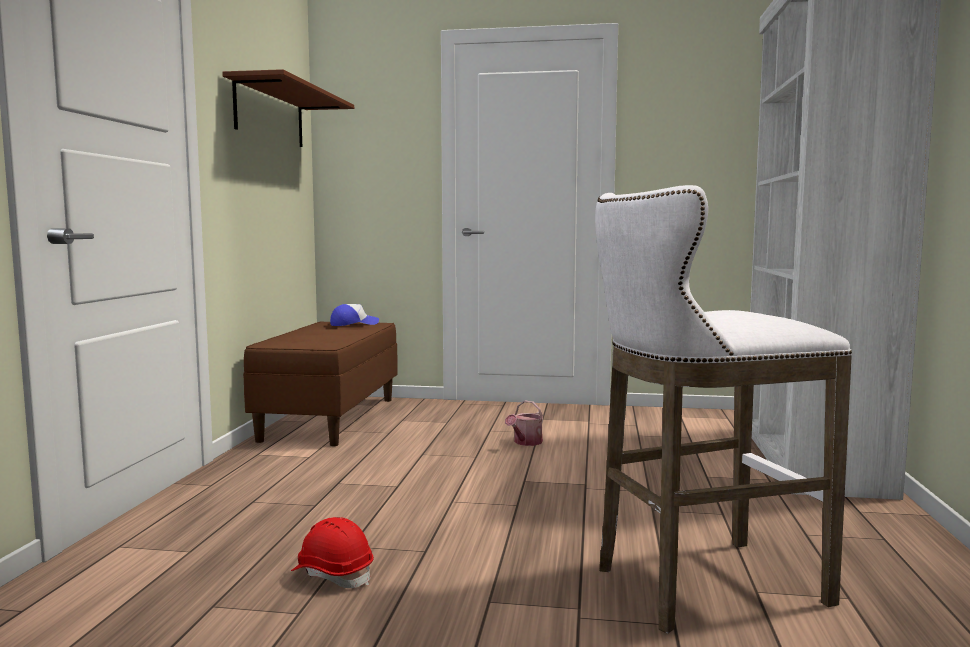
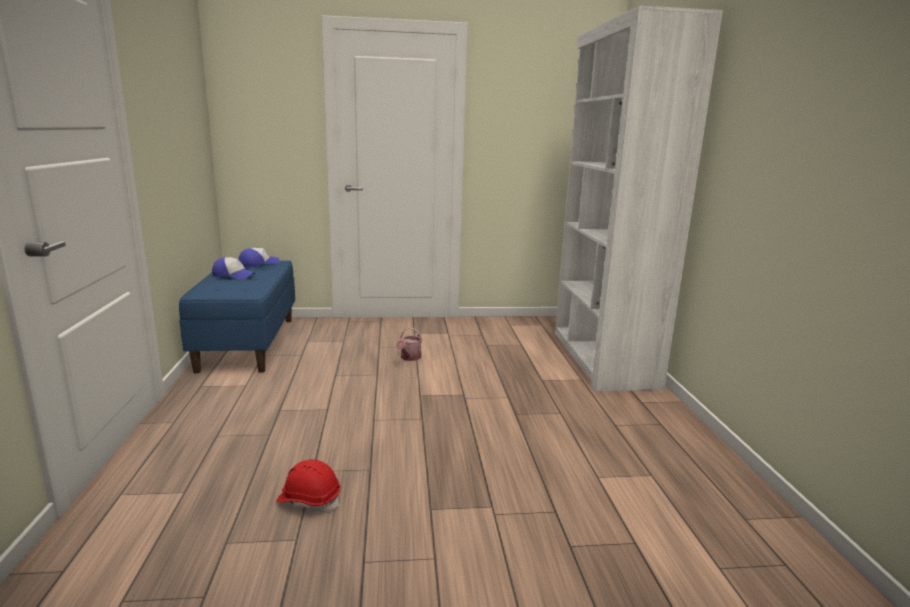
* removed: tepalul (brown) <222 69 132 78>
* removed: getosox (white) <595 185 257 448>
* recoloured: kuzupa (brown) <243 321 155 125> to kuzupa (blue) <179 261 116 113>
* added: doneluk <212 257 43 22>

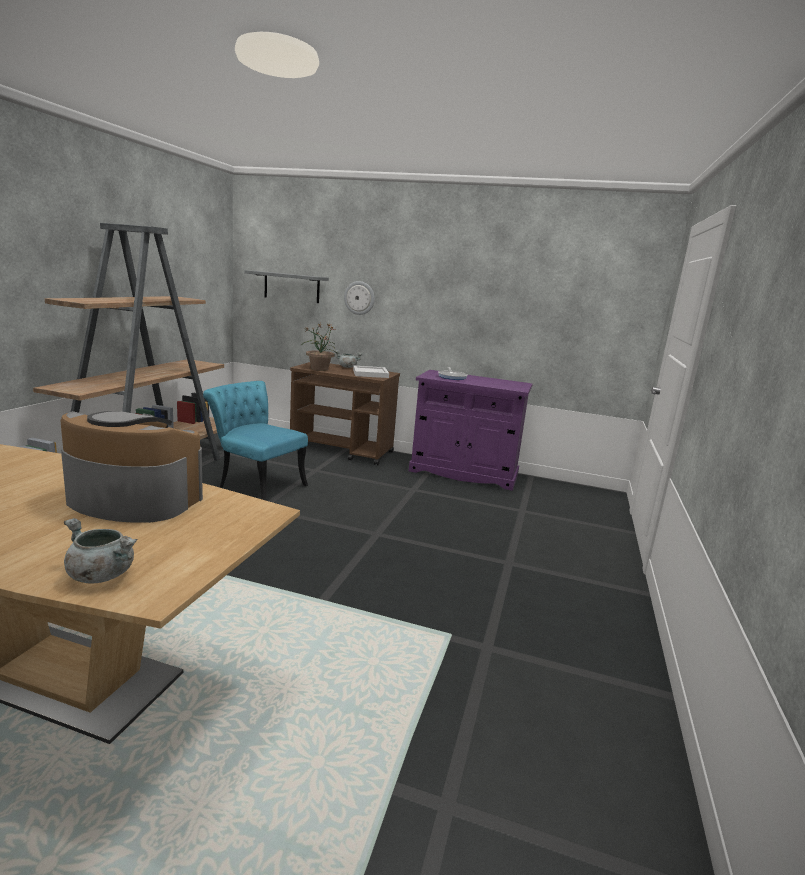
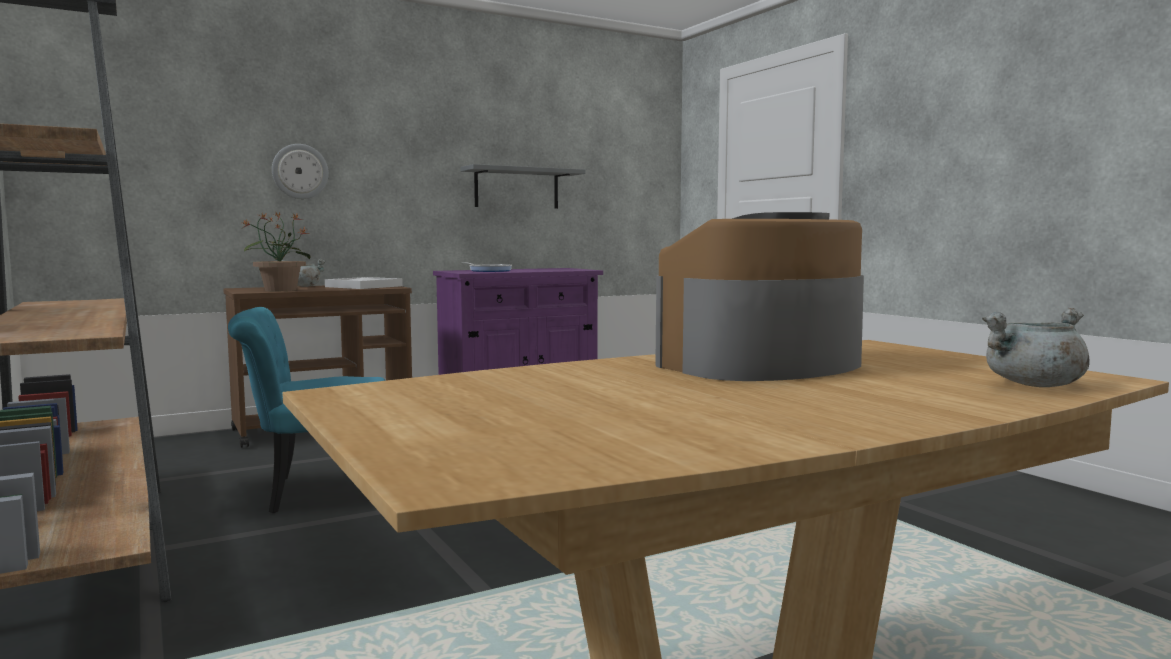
* moved: tepalul (grey) <244 270 85 33> to <460 164 125 45>

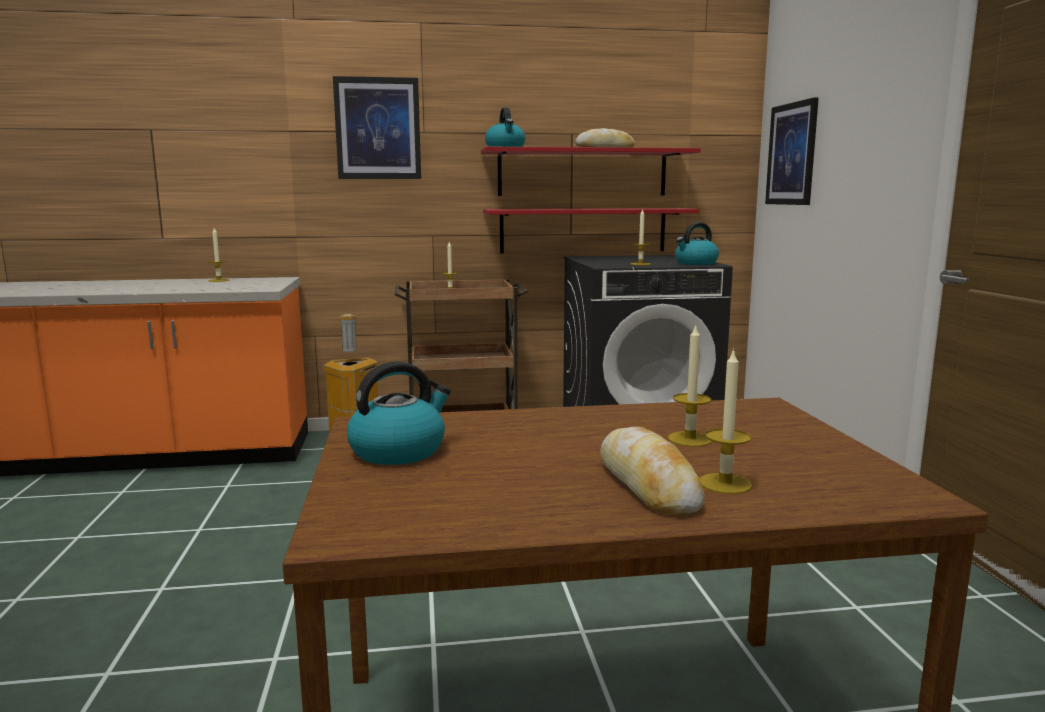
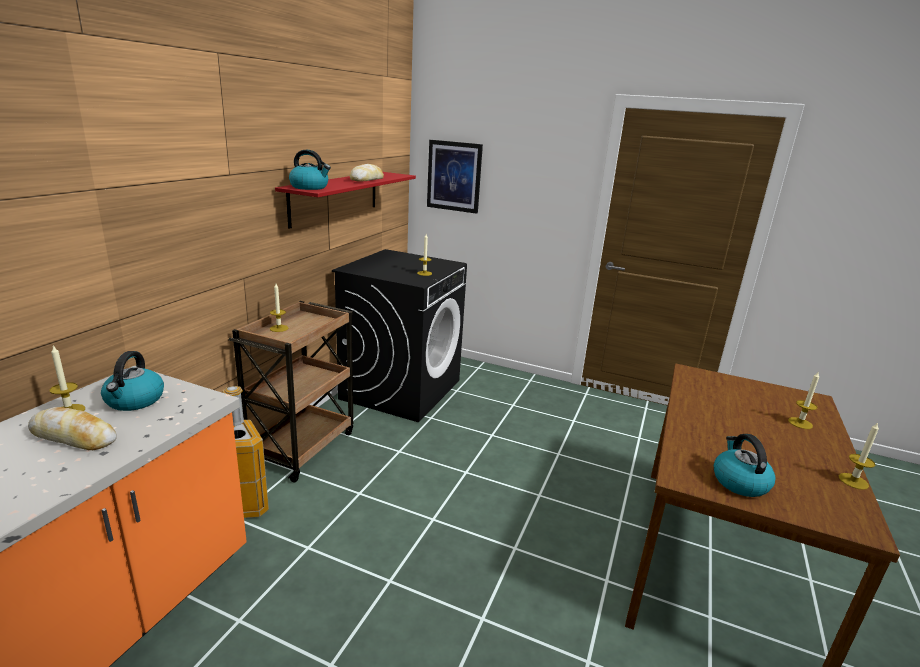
* removed: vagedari <333 76 88 103>
* removed: tepalul (red) <483 208 216 45>
* moved: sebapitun <675 222 44 43> to <101 351 63 60>
* moved: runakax <668 325 44 122> to <839 422 40 68>
* moved: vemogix <600 427 105 88> to <28 407 89 43>

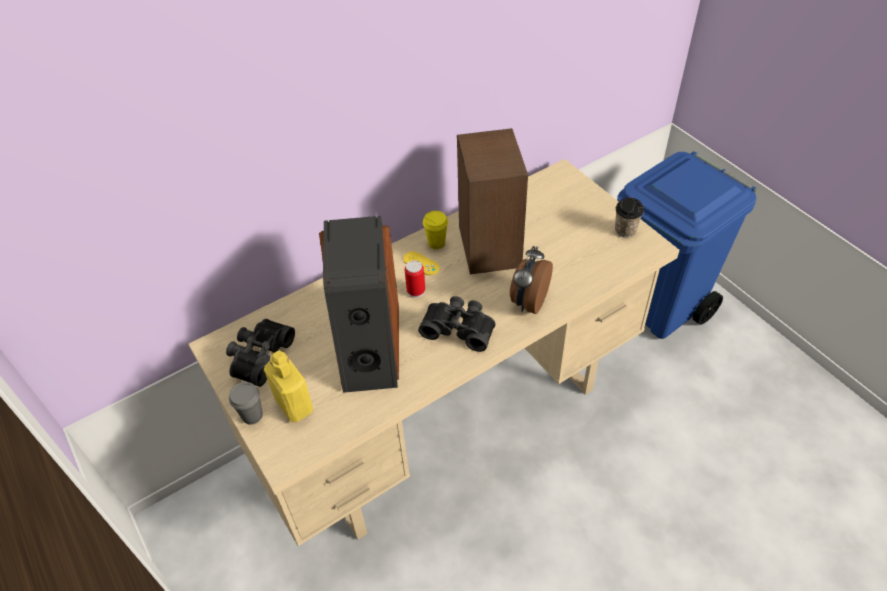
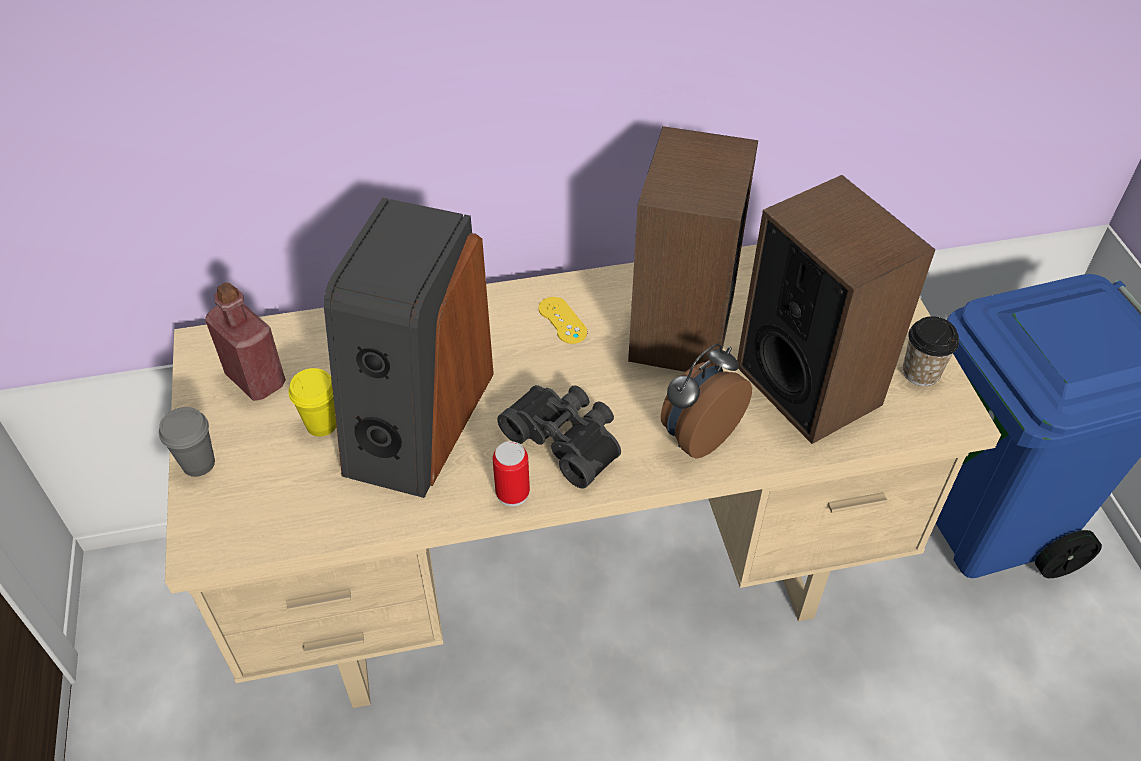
* moved: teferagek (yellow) <423 211 25 38> to <289 368 47 69>
* moved: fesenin <405 260 20 38> to <493 441 37 66>
* replaced: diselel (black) <226 319 69 68> to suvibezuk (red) <205 283 81 118>
* removed: suvibezuk (yellow) <264 351 49 71>
* added: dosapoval <737 175 199 269>

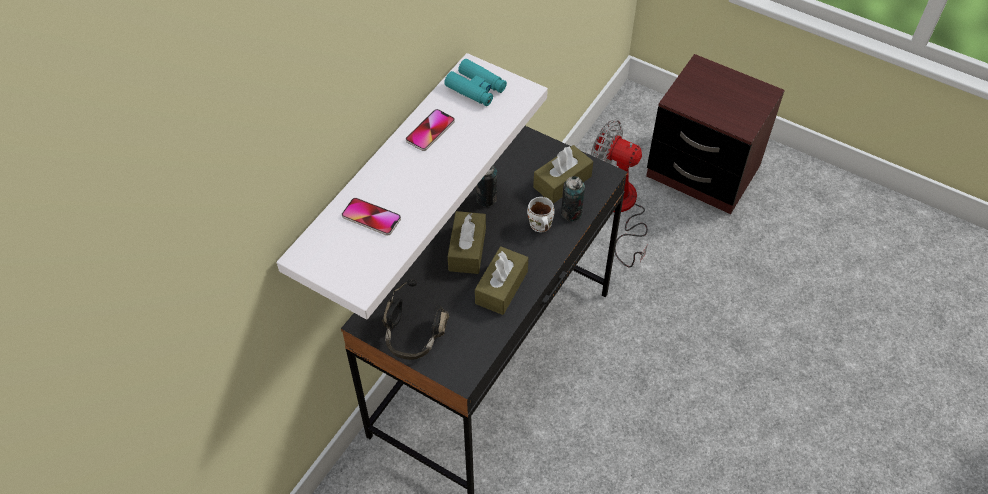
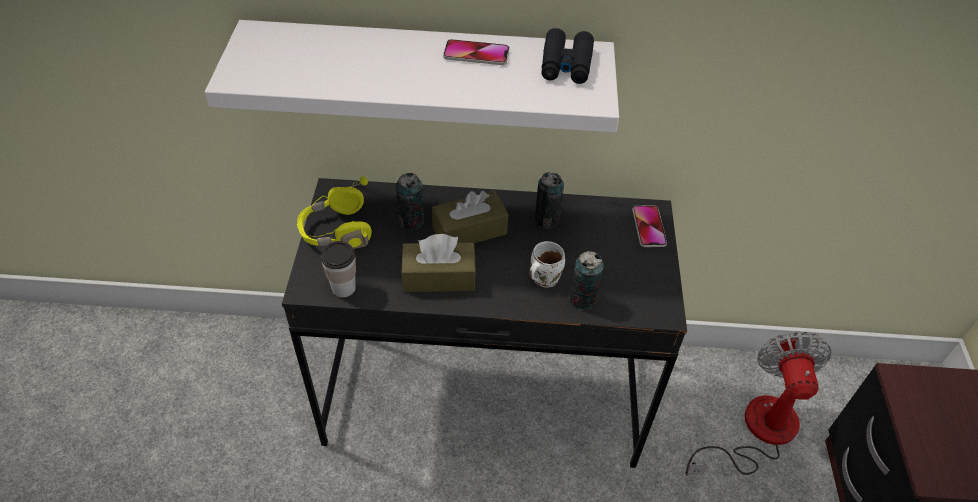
* recoloured: diselel (turquoise) <444 59 63 47> to diselel (black) <541 28 53 56>
* removed: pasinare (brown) <533 145 60 59>
* moved: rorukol <342 198 59 38> to <632 205 35 42>
* recoloured: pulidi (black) <382 280 67 80> to pulidi (yellow) <297 177 75 72>
* added: fesenin <396 173 28 57>
* added: teferagek <321 241 35 56>

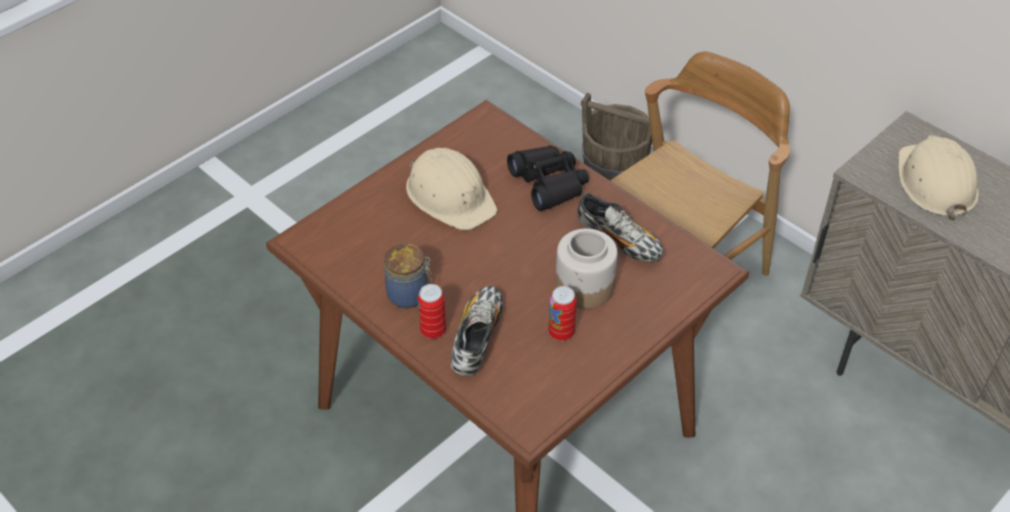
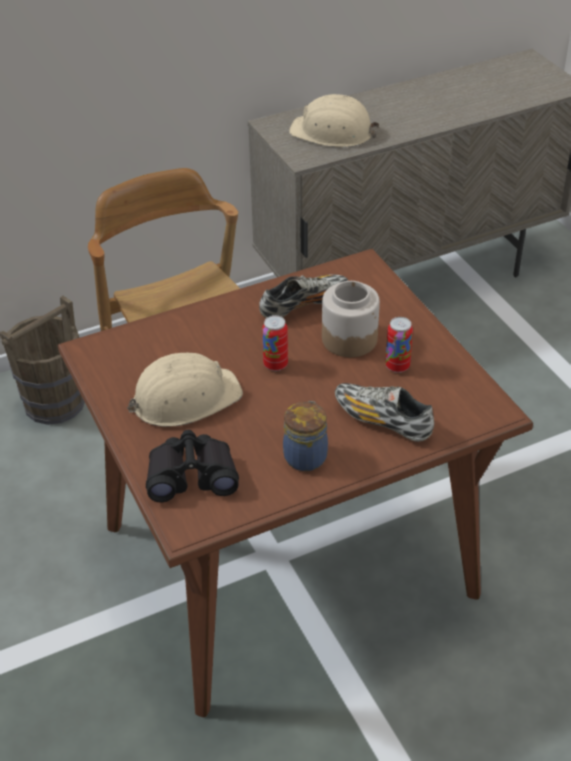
* moved: diselel (black) <507 145 82 66> to <146 430 93 72>
* moved: fesenin <418 284 28 55> to <262 315 26 56>

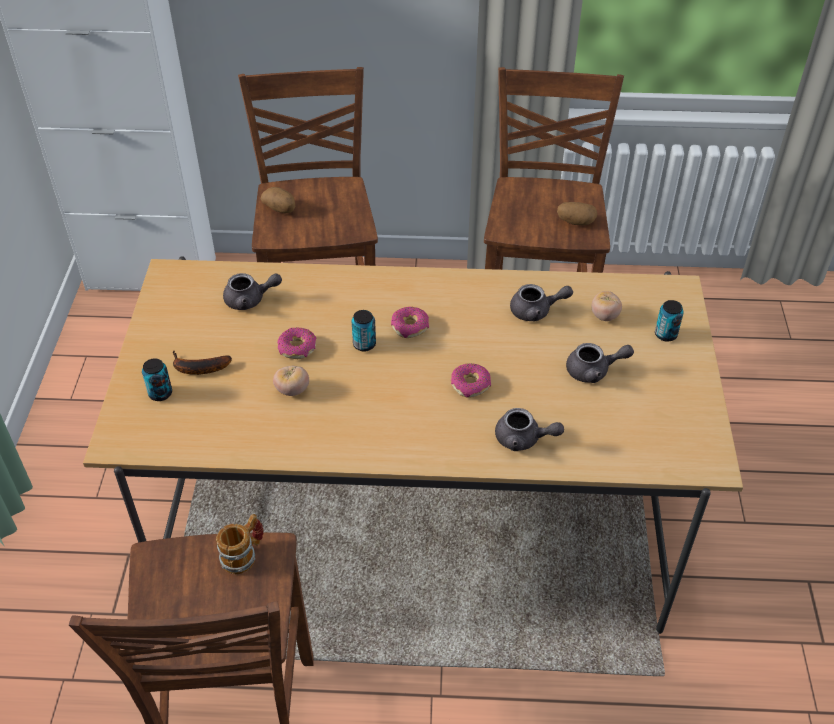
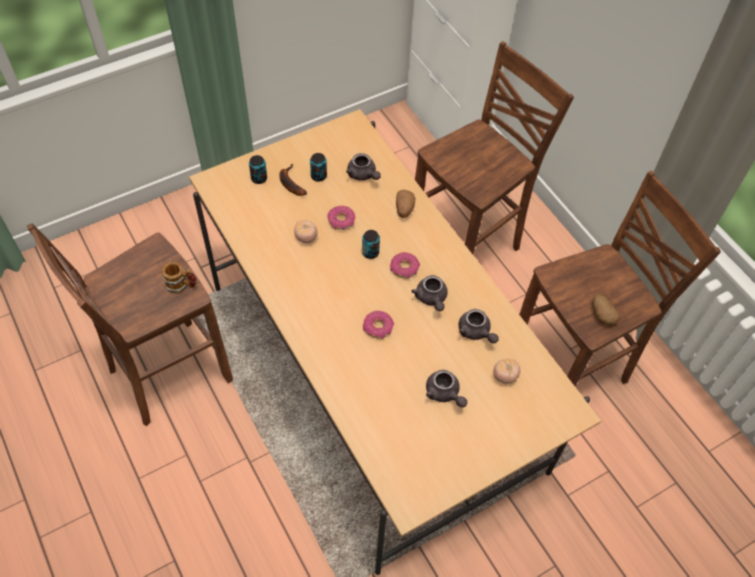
* moved: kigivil <261 187 34 26> to <396 190 19 28>
* moved: fesenin <655 300 29 42> to <310 153 17 29>
* moved: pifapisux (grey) <495 408 69 43> to <411 275 37 36>

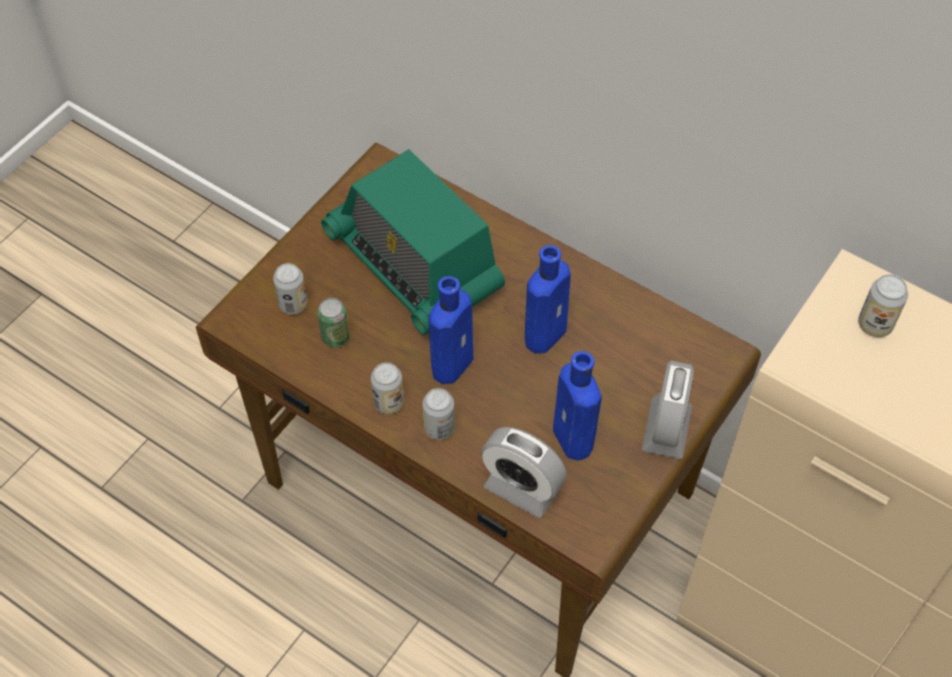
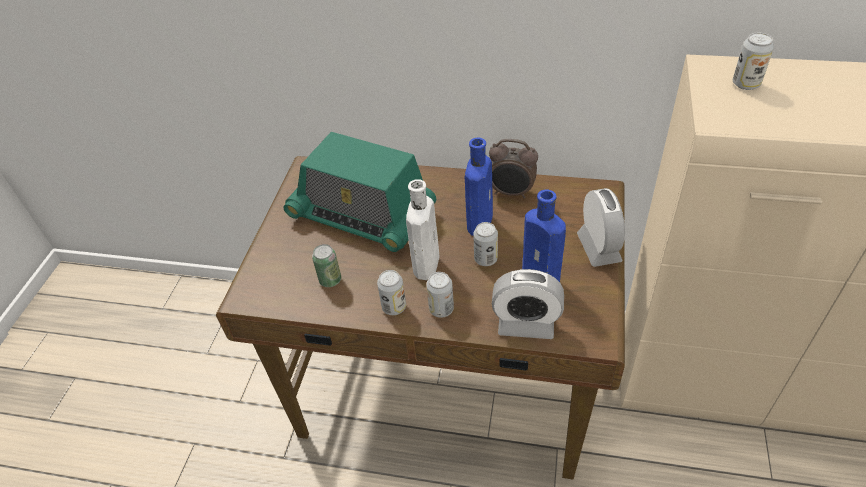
* moved: fesenin <273 263 34 52> to <473 222 25 44>
* recoloured: suvibezuk (blue) <428 276 45 108> to suvibezuk (white) <406 179 33 101>
* added: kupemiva <489 139 49 60>

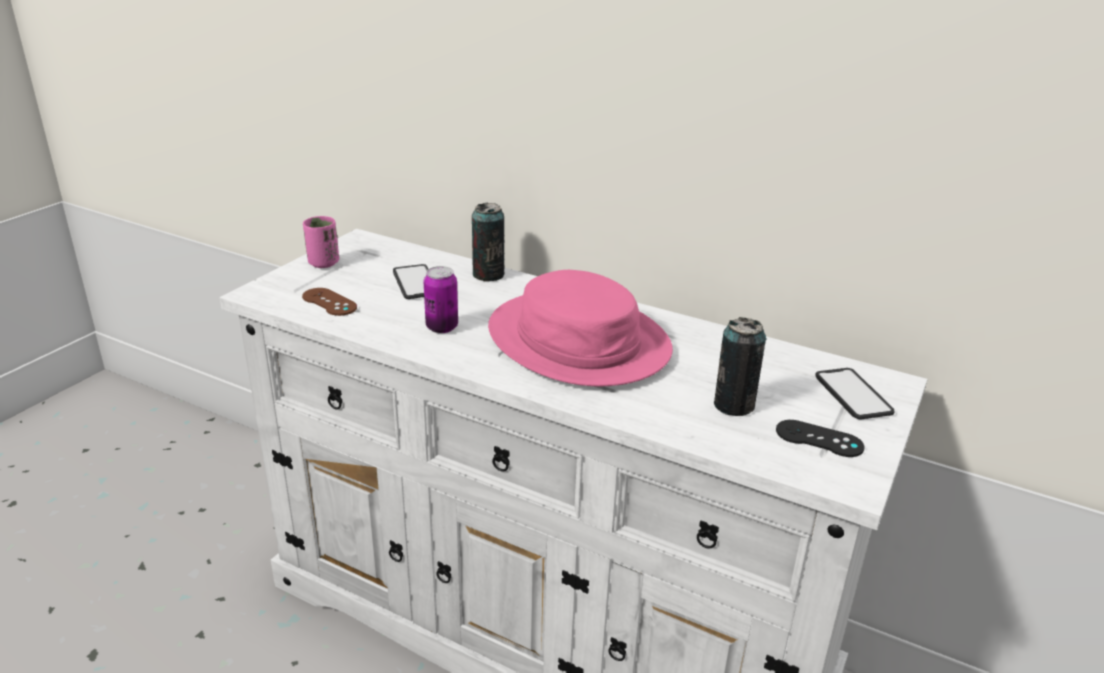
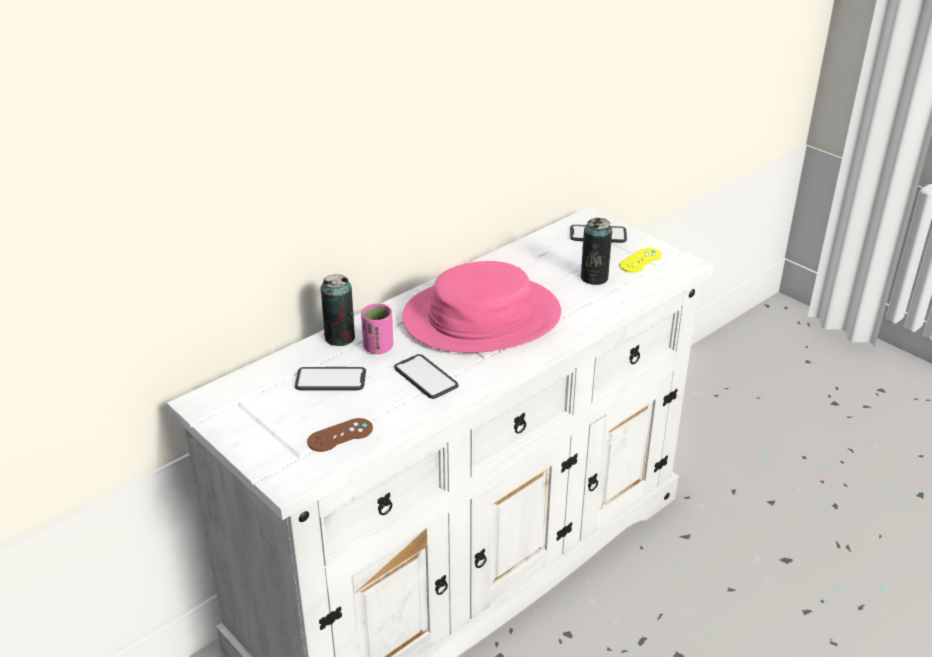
* moved: teferagek (pink) <303 216 36 52> to <361 304 32 50>
* replaced: fesenin <423 266 35 67> to rorukol <394 354 65 45>
* recoloured: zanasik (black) <776 420 88 37> to zanasik (yellow) <619 248 43 25>

